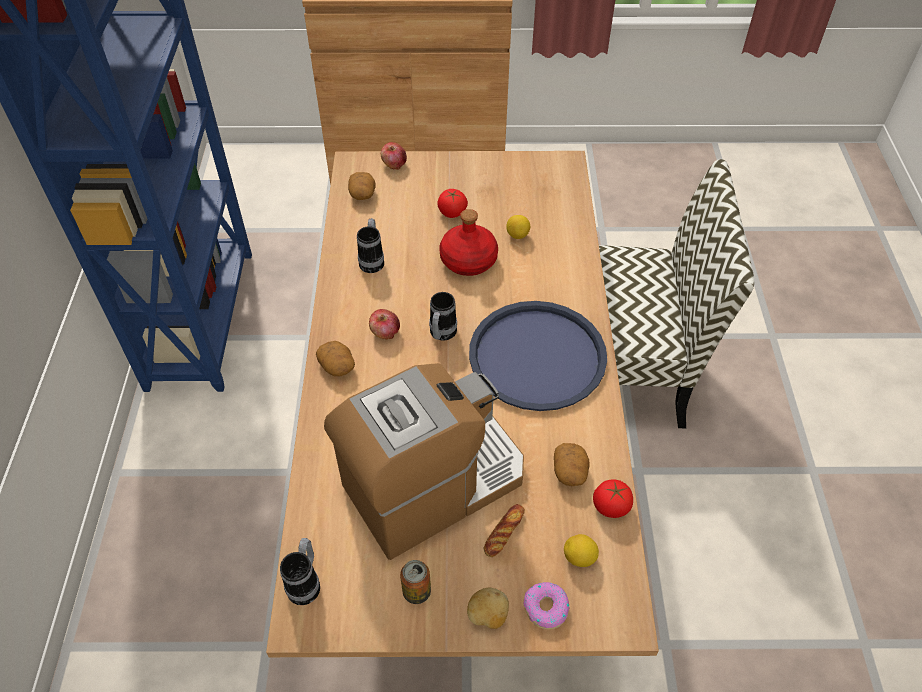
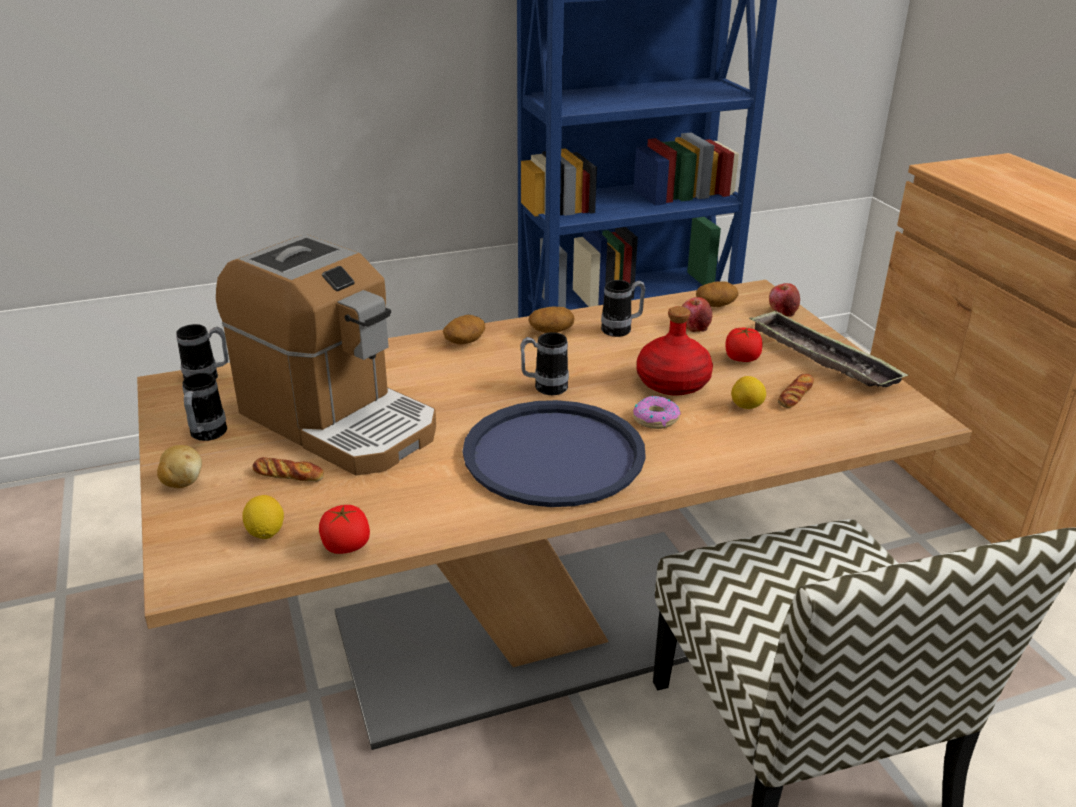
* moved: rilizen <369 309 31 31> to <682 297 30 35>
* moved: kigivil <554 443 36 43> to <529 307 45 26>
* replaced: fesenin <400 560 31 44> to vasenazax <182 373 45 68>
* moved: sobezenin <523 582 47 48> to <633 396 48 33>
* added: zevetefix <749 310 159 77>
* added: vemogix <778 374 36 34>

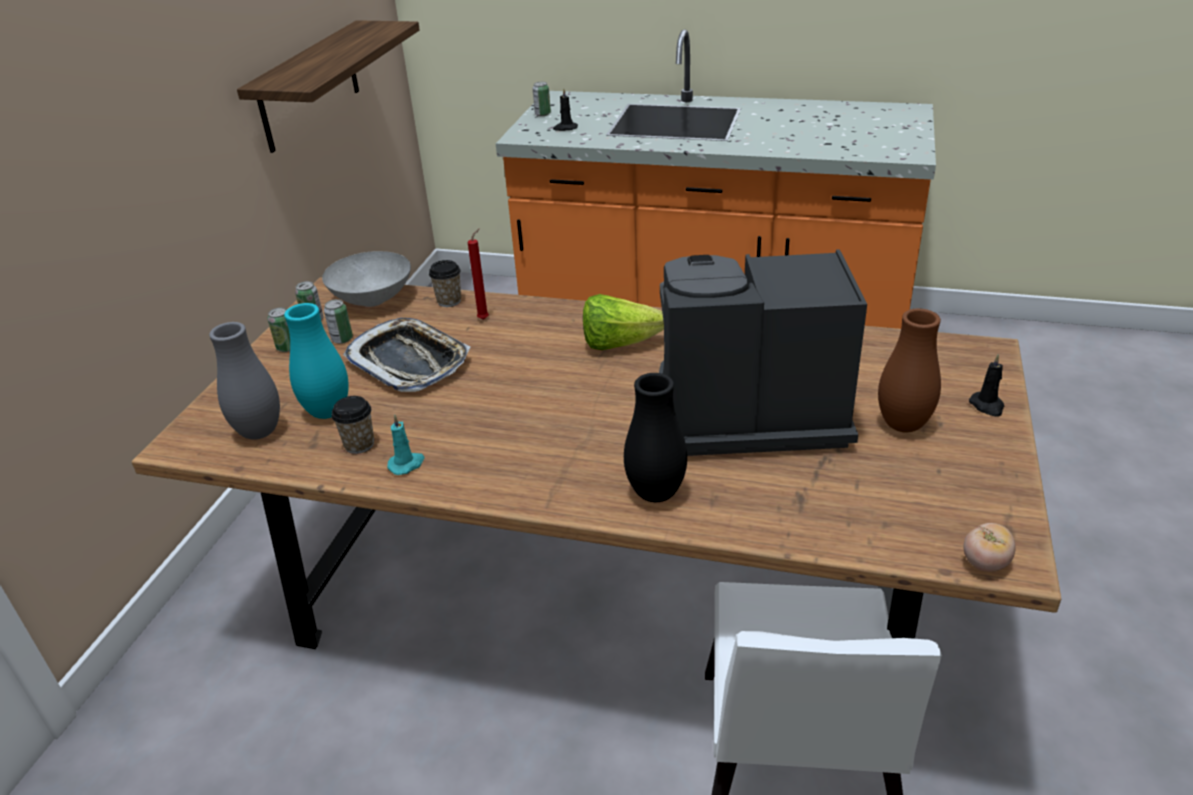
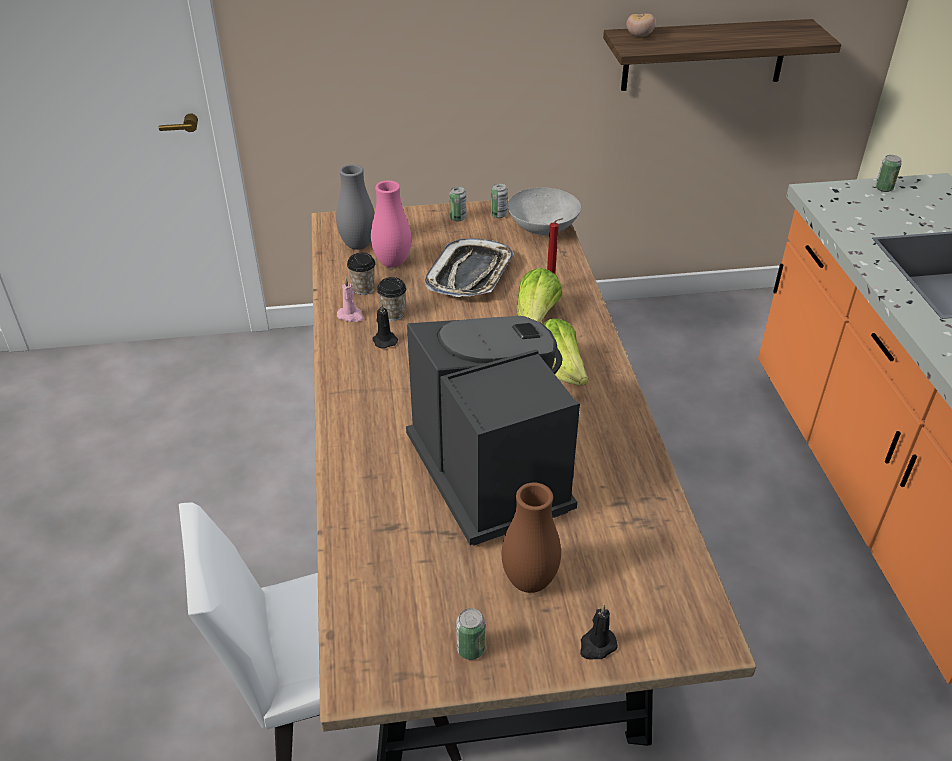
* moved: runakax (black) <553 88 25 43> to <372 303 26 46>
* moved: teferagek <429 260 32 47> to <377 277 29 44>
* moved: fesenin <324 299 29 45> to <456 608 29 52>
* recoloured: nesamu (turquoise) <284 303 65 116> to nesamu (pink) <371 180 40 87>
* removed: nesamu (black) <624 373 63 129>
* recoloured: runakax (turquoise) <387 415 38 60> to runakax (pink) <337 278 27 44>
* moved: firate <963 523 53 49> to <626 13 30 24>
* added: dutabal <517 268 45 54>

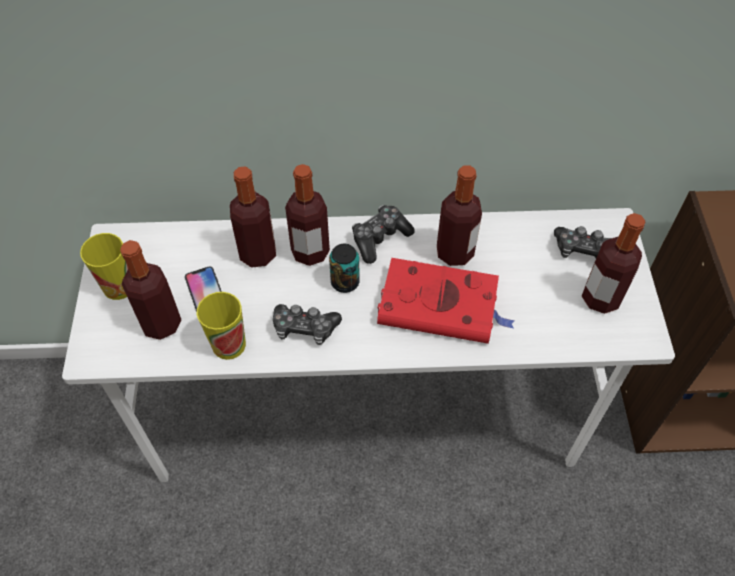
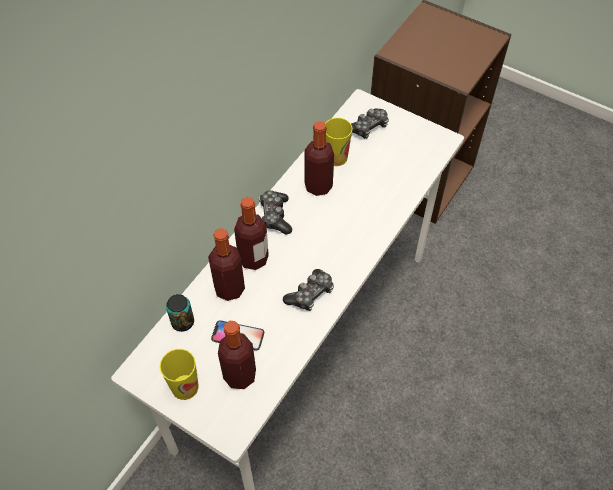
* removed: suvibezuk <582 213 63 101>
* moved: fesenin <329 244 31 49> to <166 294 28 38>
* removed: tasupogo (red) <377 258 138 86>
* moved: teferagek <197 292 49 68> to <325 118 28 48>

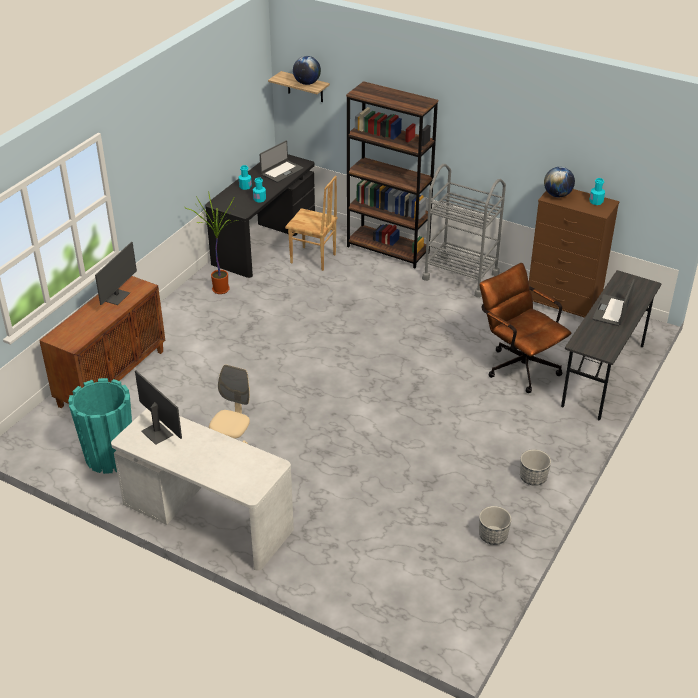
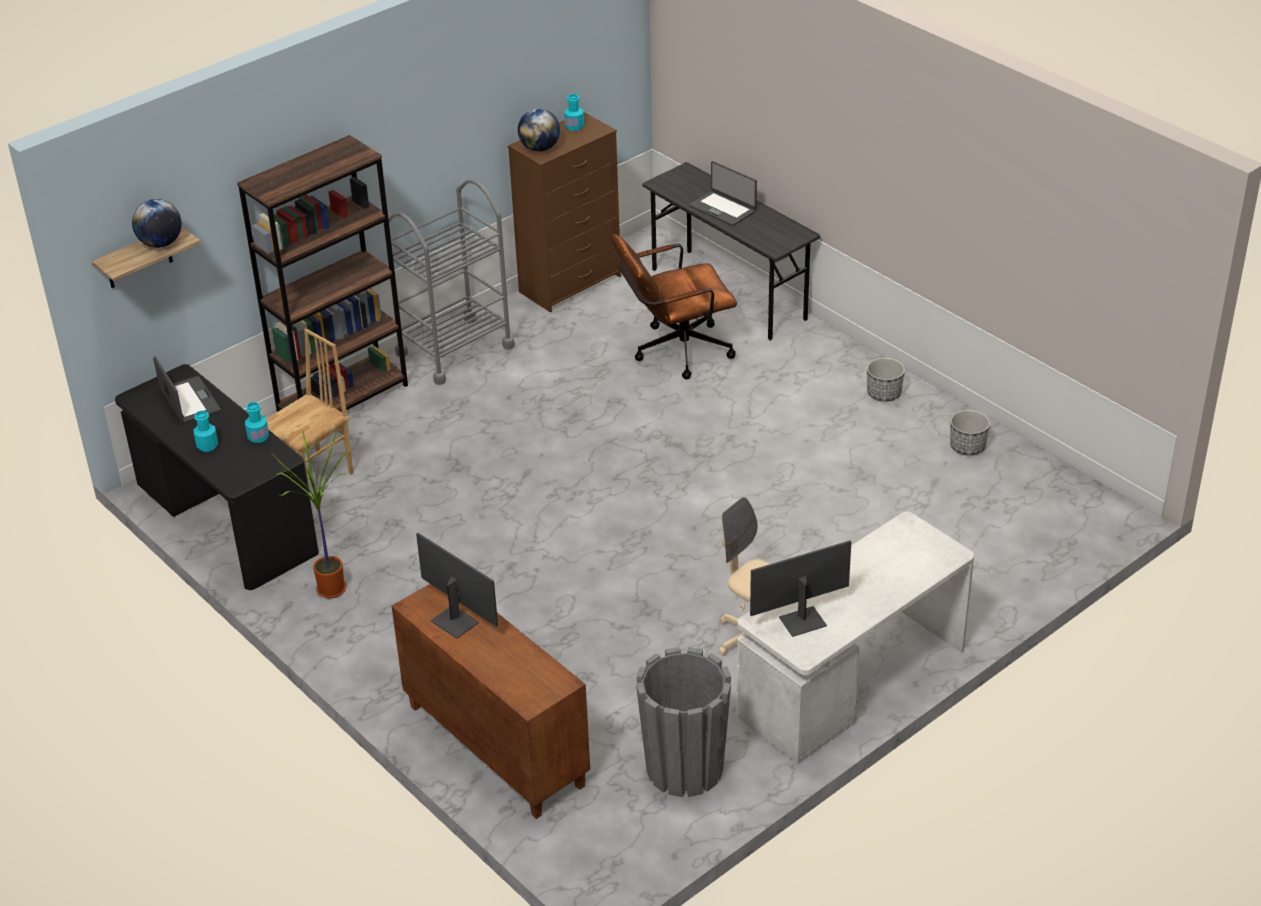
* recoloured: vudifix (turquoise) <68 378 64 96> to vudifix (grey) <636 647 95 150>

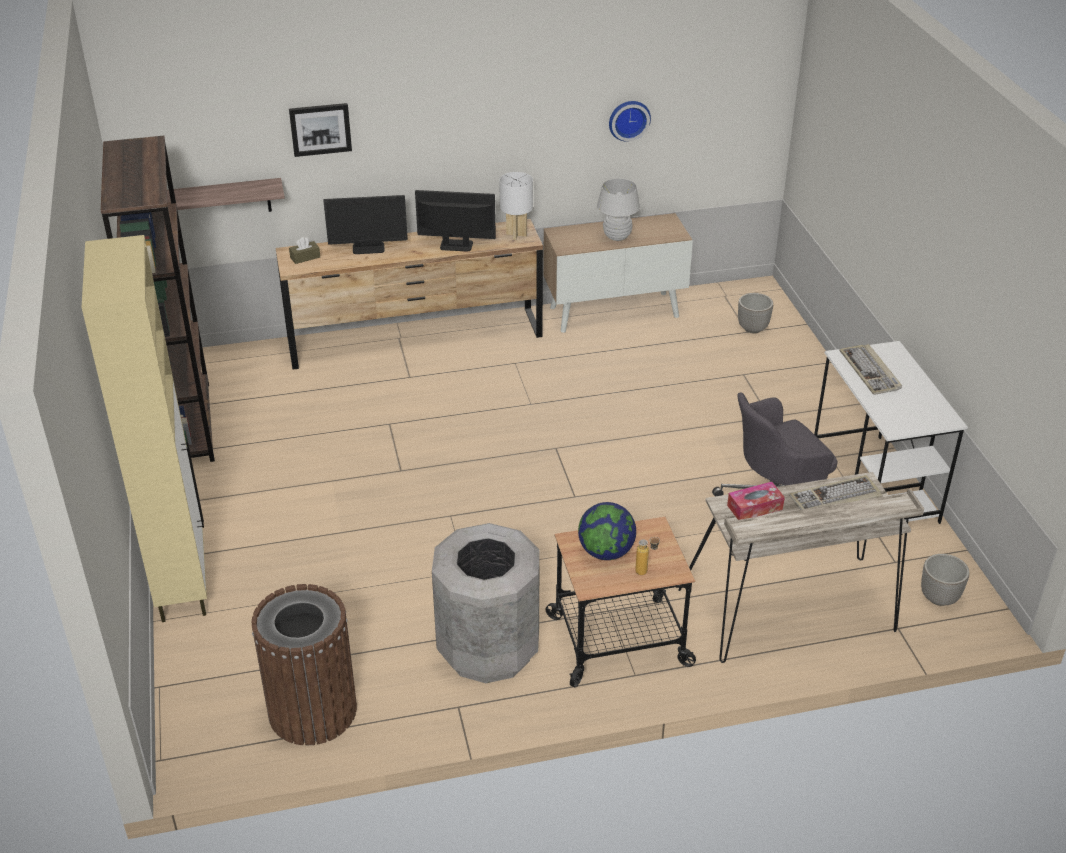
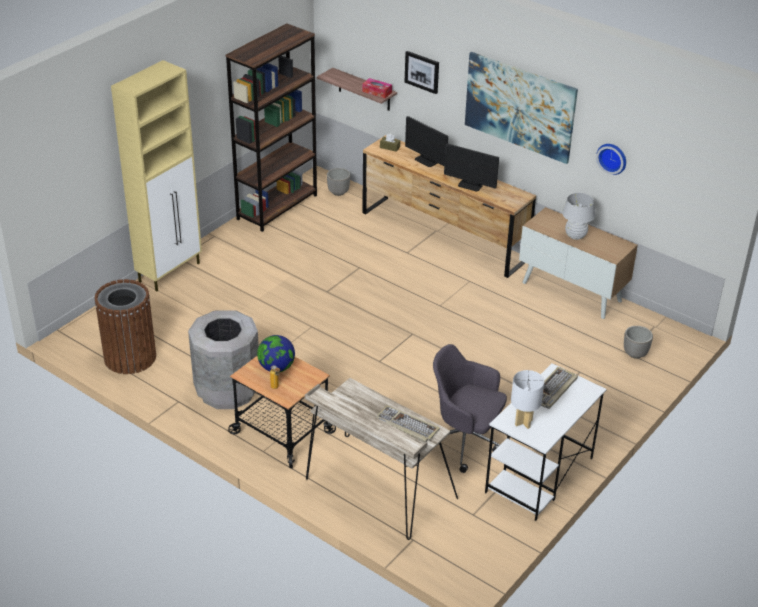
* moved: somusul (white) <499 172 34 68> to <511 370 33 59>
* turned: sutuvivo <415 190 81 62> = <444 143 55 49> 150 degrees clockwise
* moved: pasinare <727 482 58 38> to <362 78 30 20>
* moved: vudifix <921 554 49 52> to <327 168 23 28>
* added: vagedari <465 52 113 112>

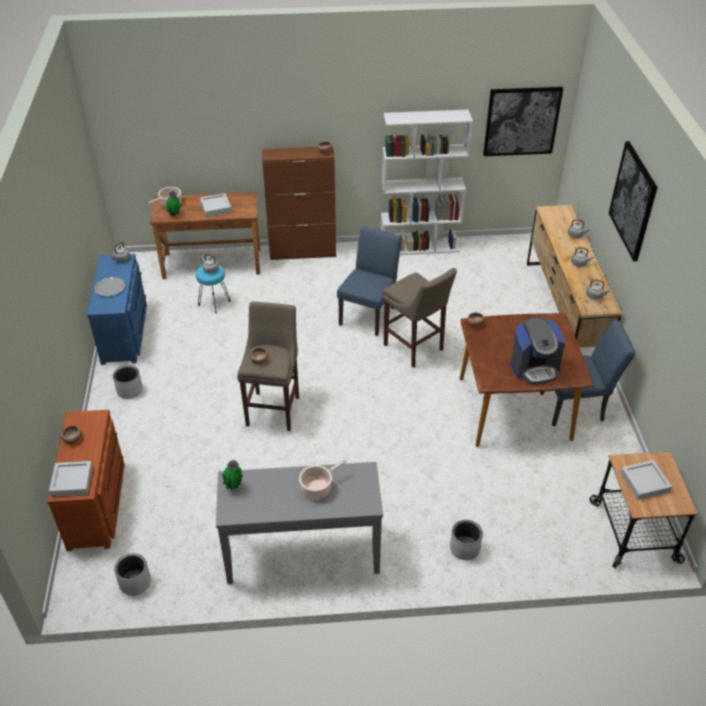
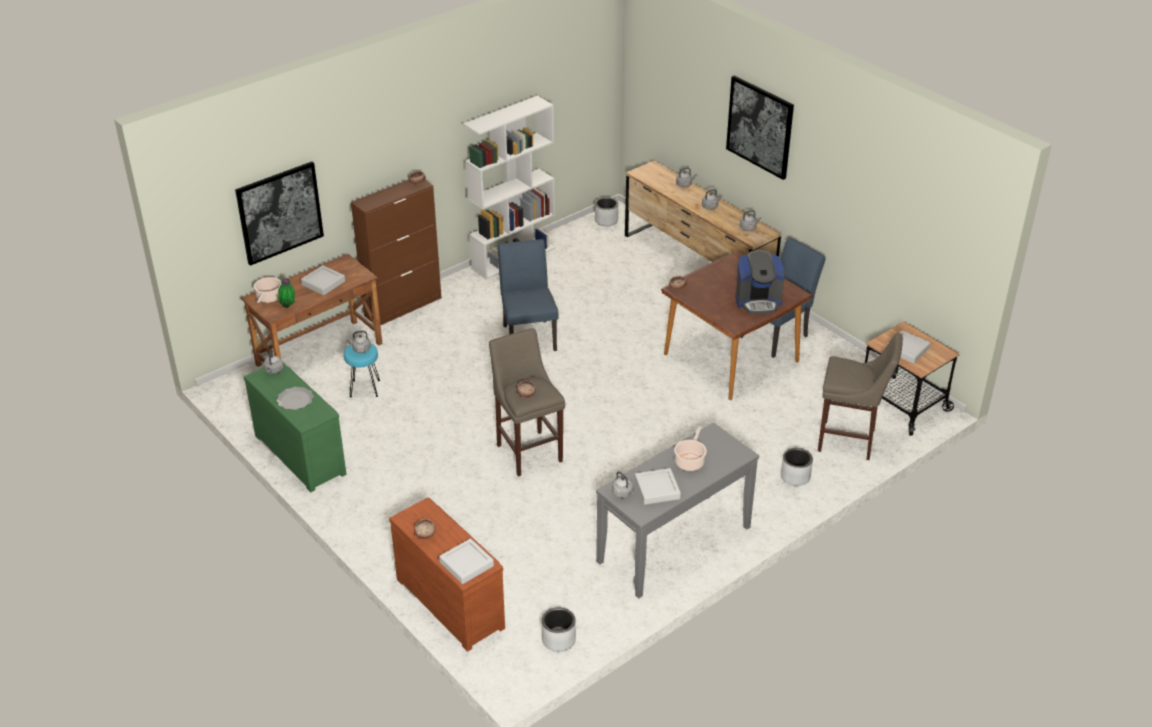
* moved: vagedari <483 87 80 69> to <235 162 89 104>
* recoloured: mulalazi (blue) <87 254 60 111> to mulalazi (green) <244 363 103 130>
* moved: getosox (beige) <383 268 74 100> to <818 333 85 127>
* turned: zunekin <510 317 55 67> = <735 250 50 64> 45 degrees clockwise
* moved: vudifix (grey) <113 365 30 34> to <595 197 23 29>
* replaced: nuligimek <222 460 21 30> to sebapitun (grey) <612 471 22 27>
* added: zevetefix (grey) <635 468 46 37>

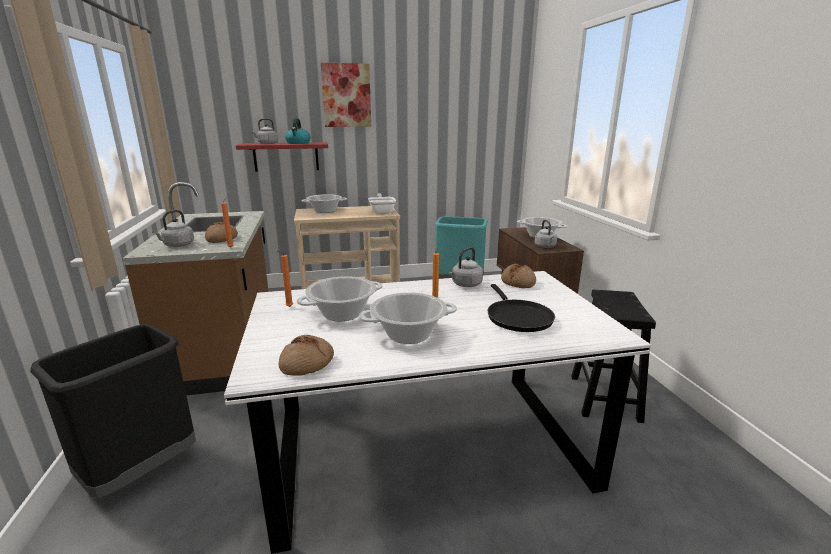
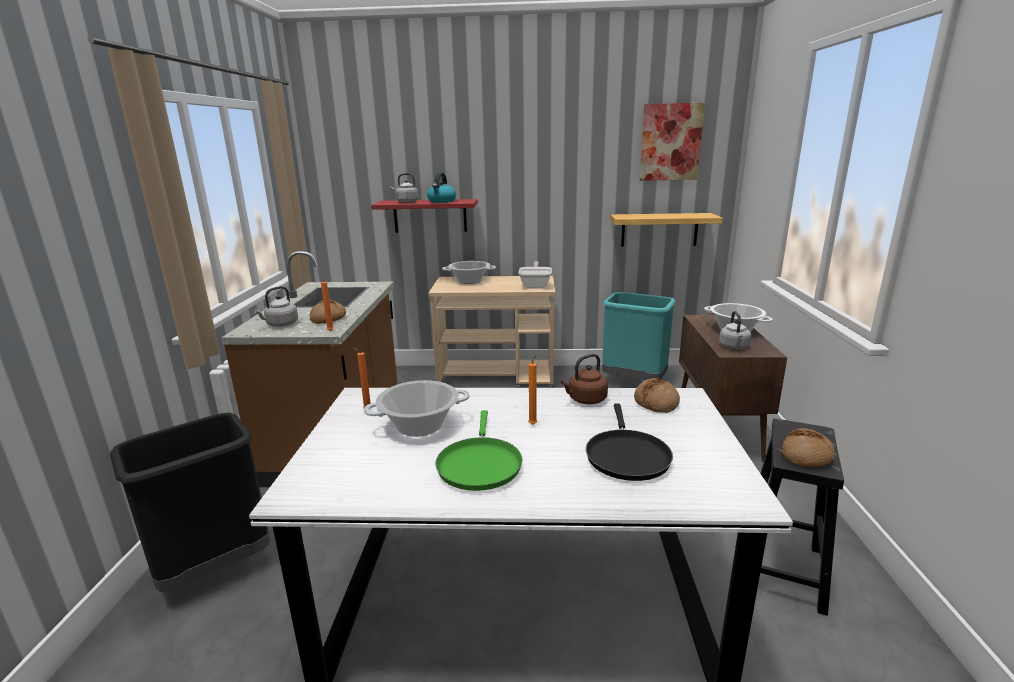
* moved: vagedari <321 63 50 64> to <640 103 65 78>
* recoloured: sebapitun (grey) <449 247 34 40> to sebapitun (brown) <561 354 47 51>
* replaced: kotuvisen <359 292 98 52> to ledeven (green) <435 410 88 81>
* moved: vemogix <278 335 56 41> to <782 428 53 39>
* added: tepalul <610 213 113 34>

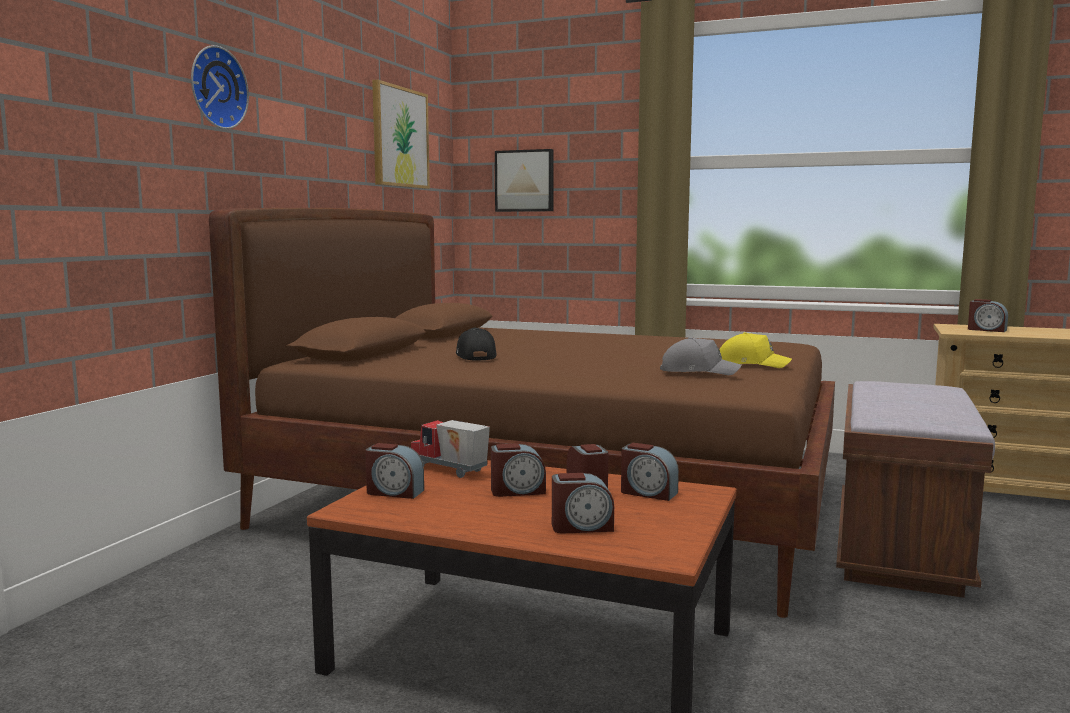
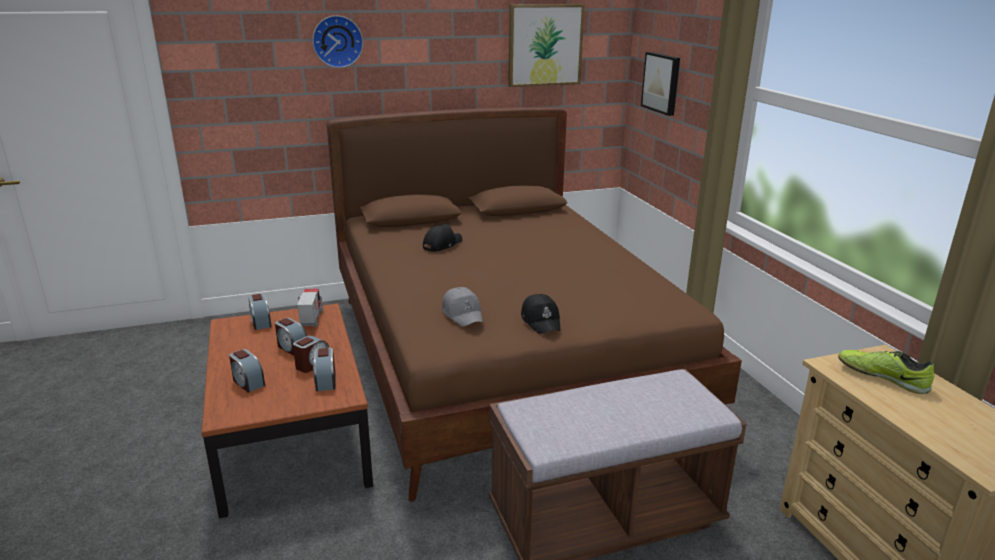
* replaced: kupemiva <968 299 40 33> to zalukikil <838 350 96 44>
* recoloured: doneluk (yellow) <720 332 72 36> to doneluk (black) <521 294 39 40>

